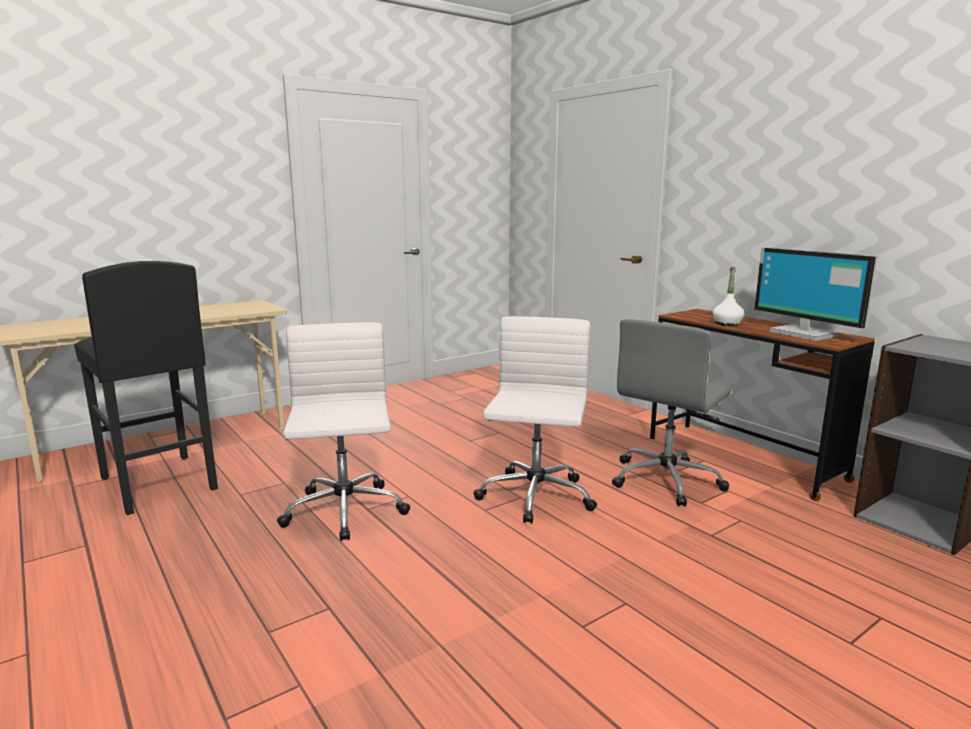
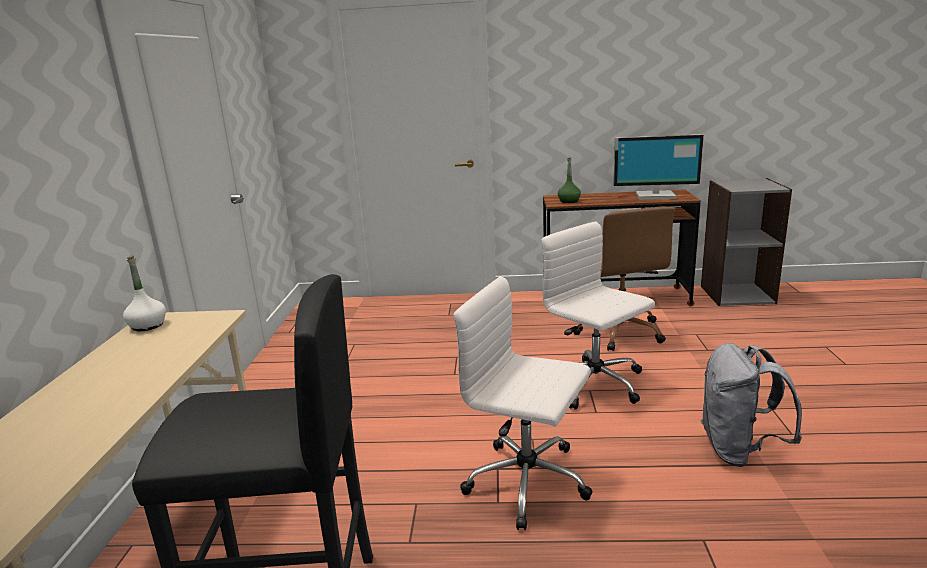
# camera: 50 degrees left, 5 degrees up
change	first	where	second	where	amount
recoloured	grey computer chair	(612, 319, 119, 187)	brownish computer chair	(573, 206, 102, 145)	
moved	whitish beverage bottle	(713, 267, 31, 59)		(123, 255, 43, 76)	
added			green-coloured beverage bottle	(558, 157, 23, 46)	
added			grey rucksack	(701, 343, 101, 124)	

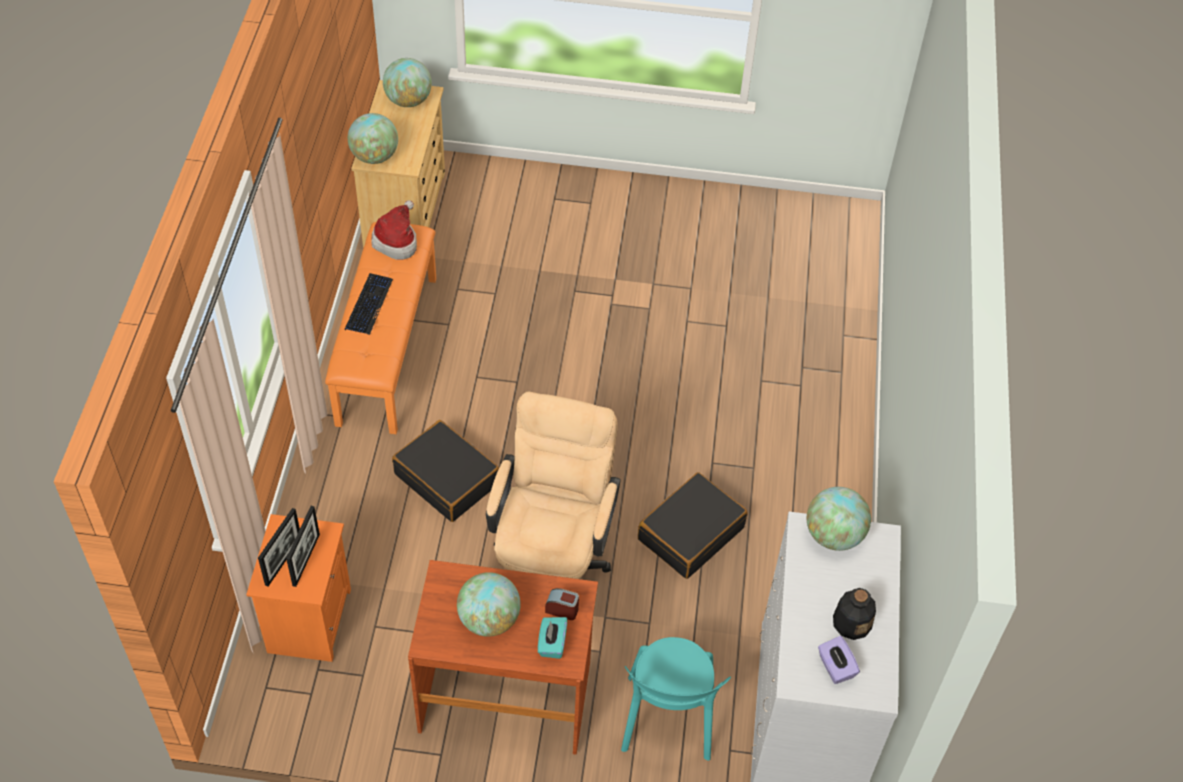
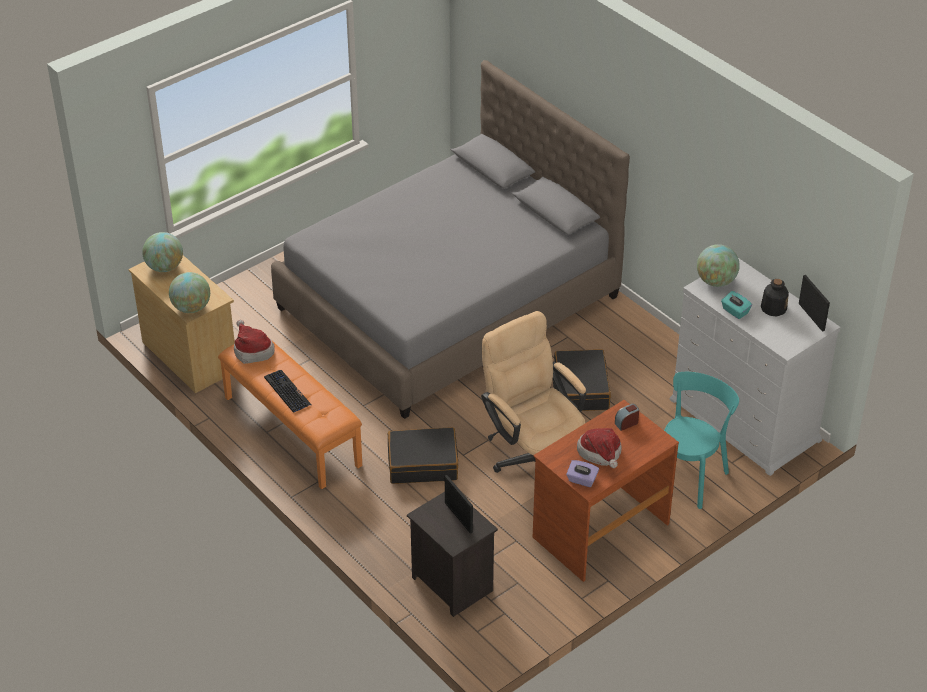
# camera: 45 degrees left, 10 degrees down
change	first	where	second	where	amount
recoloured	orangey nightstand	(246, 514, 105, 148)	blackish nightstand	(407, 492, 91, 125)	
moved	picture frame	(258, 508, 42, 78)		(799, 275, 31, 57)	
replaced	globe	(457, 572, 64, 65)	wearable hat	(577, 428, 44, 40)	
moved	turquoise tissue box	(538, 617, 29, 42)		(721, 291, 31, 28)	
turned	turquoise upright chair	(621, 637, 110, 124)		(664, 372, 75, 137)	105 degrees counterclockwise
moved	purple-coloured tissue box	(818, 636, 42, 48)		(566, 460, 33, 27)	
added			grey sleeping bed	(271, 60, 359, 359)	

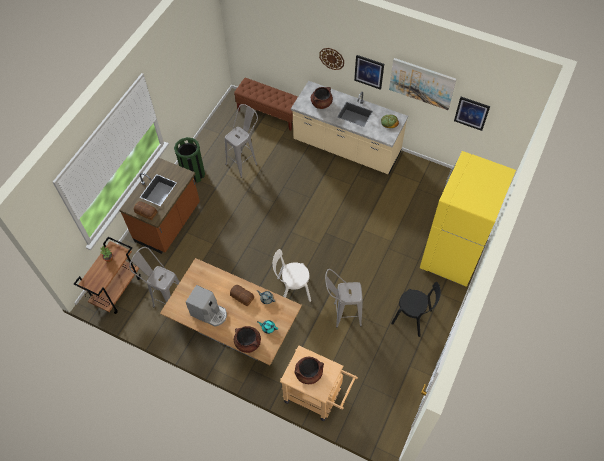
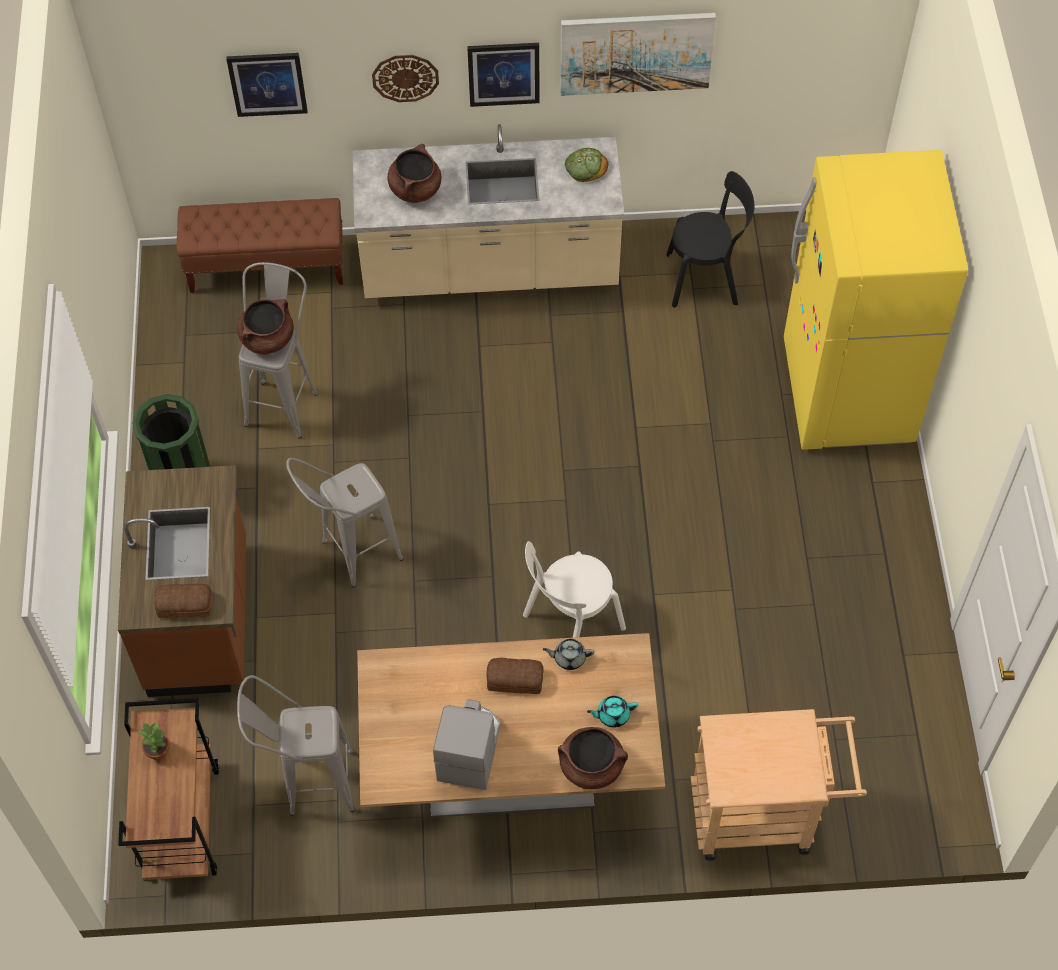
# camera: 30 degrees left, 0 degrees up
change	first	where	second	where	amount
turned	coffee maker	(186, 285, 41, 41)		(433, 699, 68, 91)	75 degrees counterclockwise
moved	brownish stockpot	(295, 357, 29, 27)		(237, 299, 57, 56)	
moved	grey stool	(325, 269, 38, 59)		(286, 458, 117, 130)	
moved	blackish upright chair	(391, 282, 50, 55)		(667, 171, 87, 137)	
moved	wall picture	(454, 97, 36, 34)		(226, 53, 82, 64)	

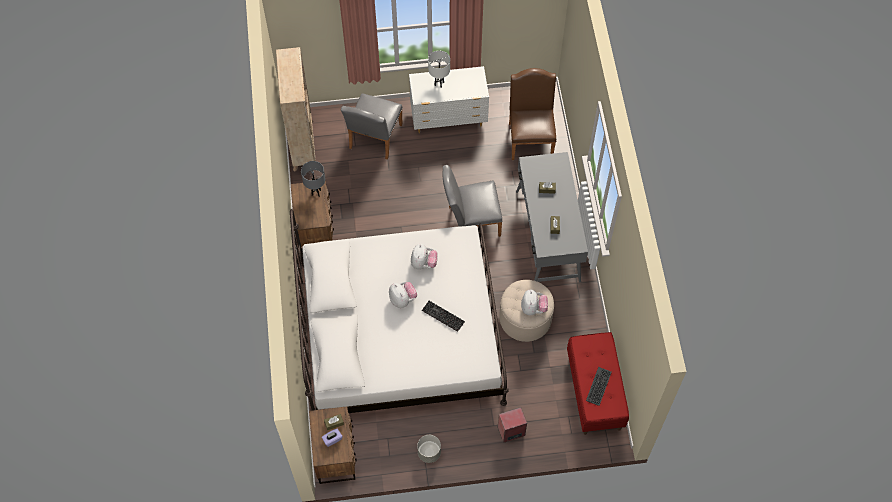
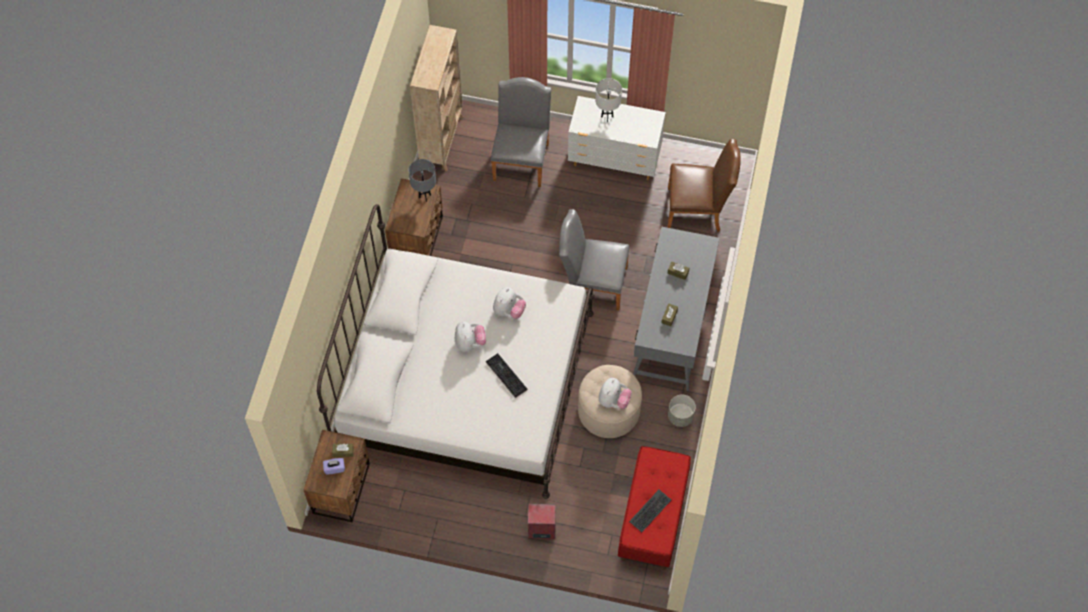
# camera: 20 degrees right, 0 degrees up
change	first	where	second	where	amount
turned	grey upright chair	(341, 93, 62, 67)		(491, 77, 60, 110)	150 degrees clockwise
moved	grey planter	(417, 435, 24, 28)		(668, 395, 28, 32)	
turned	brownish upright chair	(509, 68, 47, 92)		(667, 139, 74, 93)	75 degrees clockwise

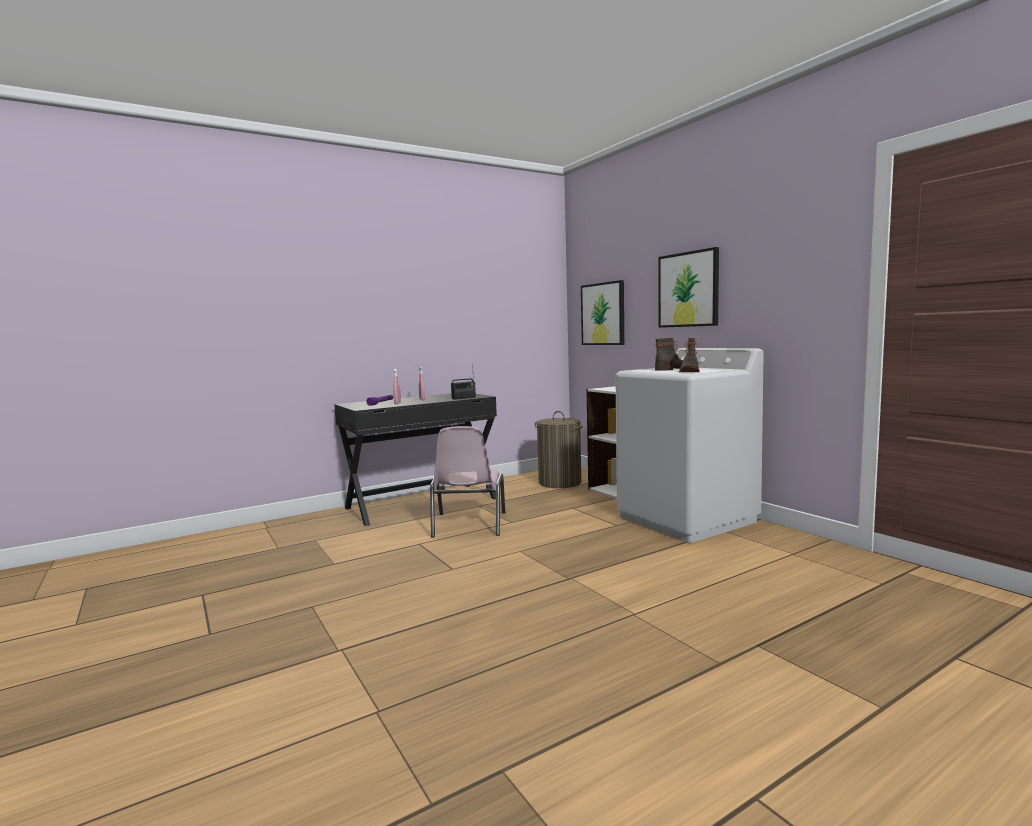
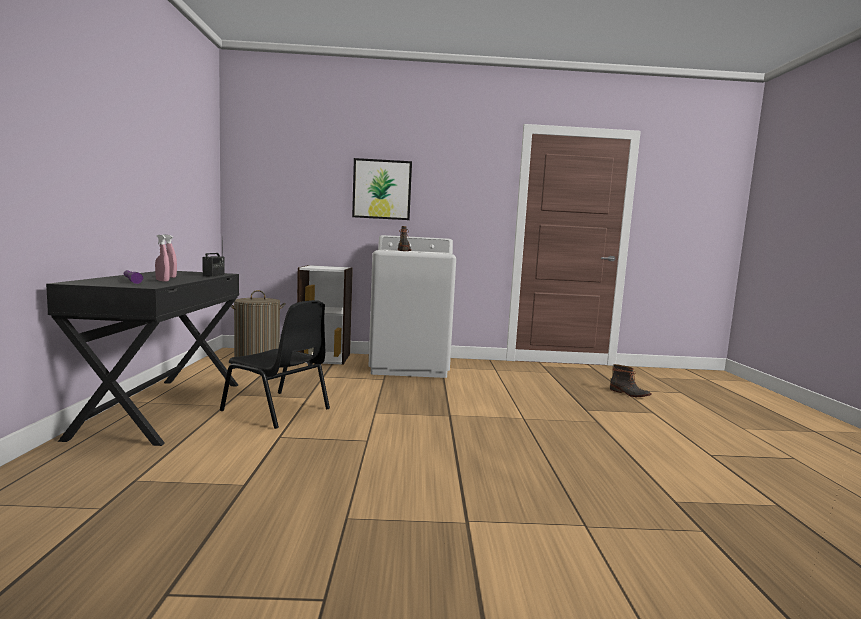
# camera: 60 degrees left, 0 degrees up
change	first	where	second	where	amount
recoloured	pink-coloured upright chair	(430, 426, 75, 111)	blackish upright chair	(220, 300, 110, 129)	
removed	wall picture	(581, 280, 43, 65)			
moved	high-top boot	(679, 338, 21, 34)		(610, 364, 41, 33)	

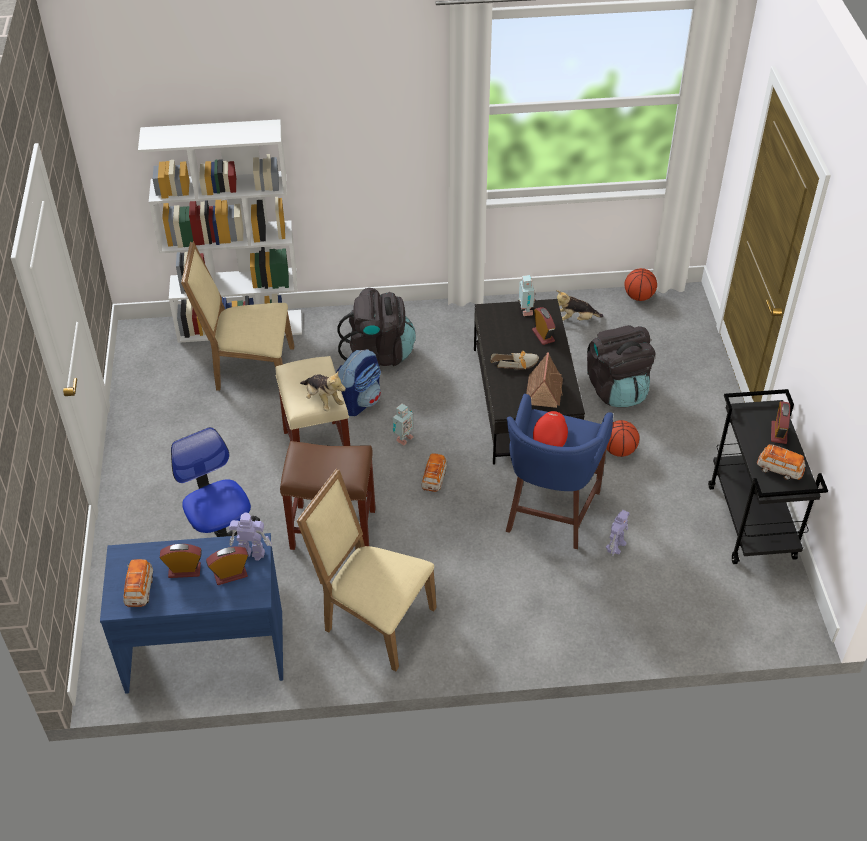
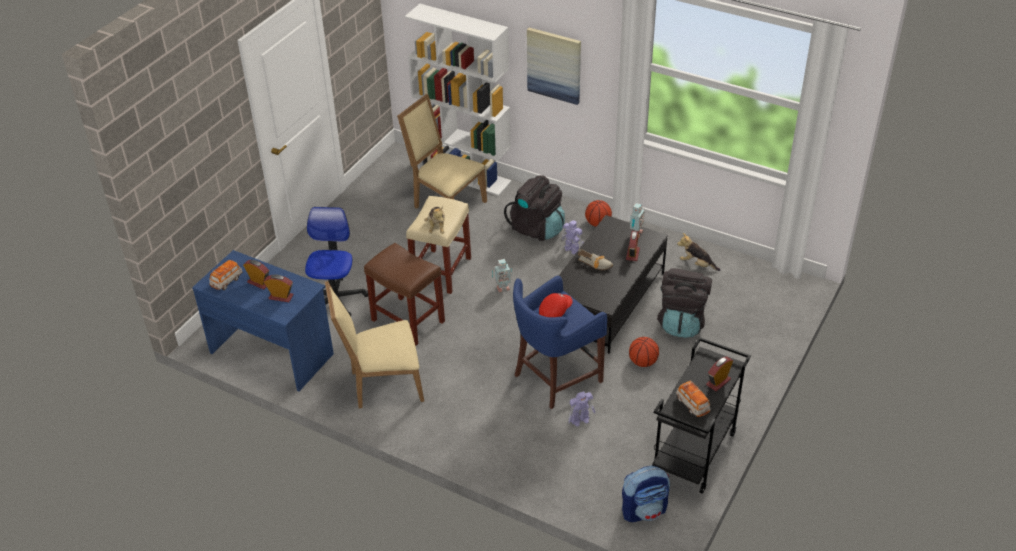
# camera: 35 degrees right, 5 degrees down
change	first	where	second	where	amount
moved	model robot	(229, 513, 43, 48)		(562, 220, 22, 35)	
turned	sand-coloured upright chair	(297, 469, 140, 202)		(325, 280, 99, 128)	75 degrees counterclockwise
moved	rucksack	(336, 349, 45, 67)		(622, 466, 48, 56)	
removed	model car	(421, 453, 26, 39)			
removed	miniature house	(526, 352, 37, 56)			
moved	basketball	(624, 268, 33, 33)		(585, 200, 27, 27)	
added			wall picture	(527, 27, 54, 78)	

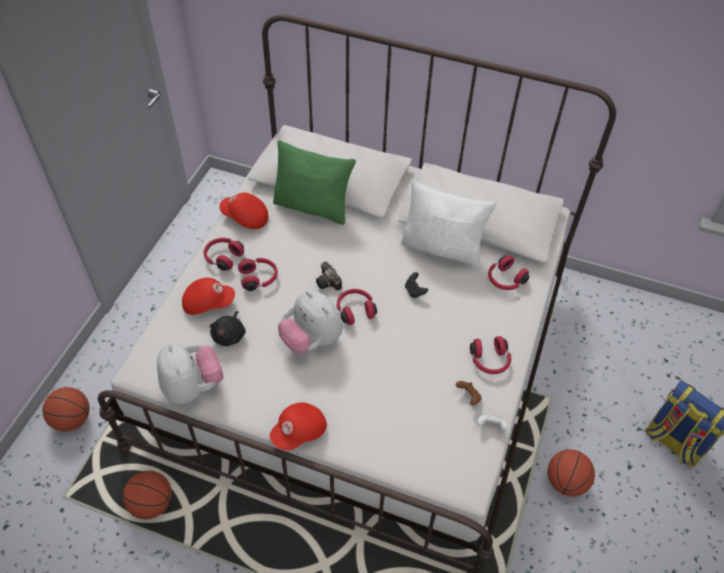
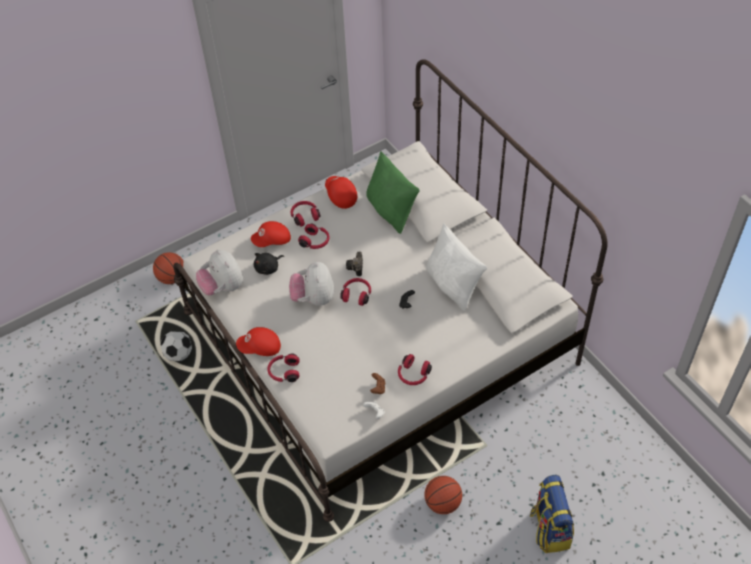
# camera: 40 degrees right, 0 degrees up
change	first	where	second	where	amount
replaced	basketball	(123, 471, 49, 48)	ball for football	(160, 331, 32, 30)	
turned	cuddly toy	(157, 343, 66, 61)		(196, 250, 47, 45)	135 degrees clockwise
turned	red-coloured baseball cap	(182, 278, 53, 37)		(251, 221, 40, 26)	120 degrees clockwise
moved	red-coloured headset	(488, 256, 42, 34)		(267, 354, 32, 28)	

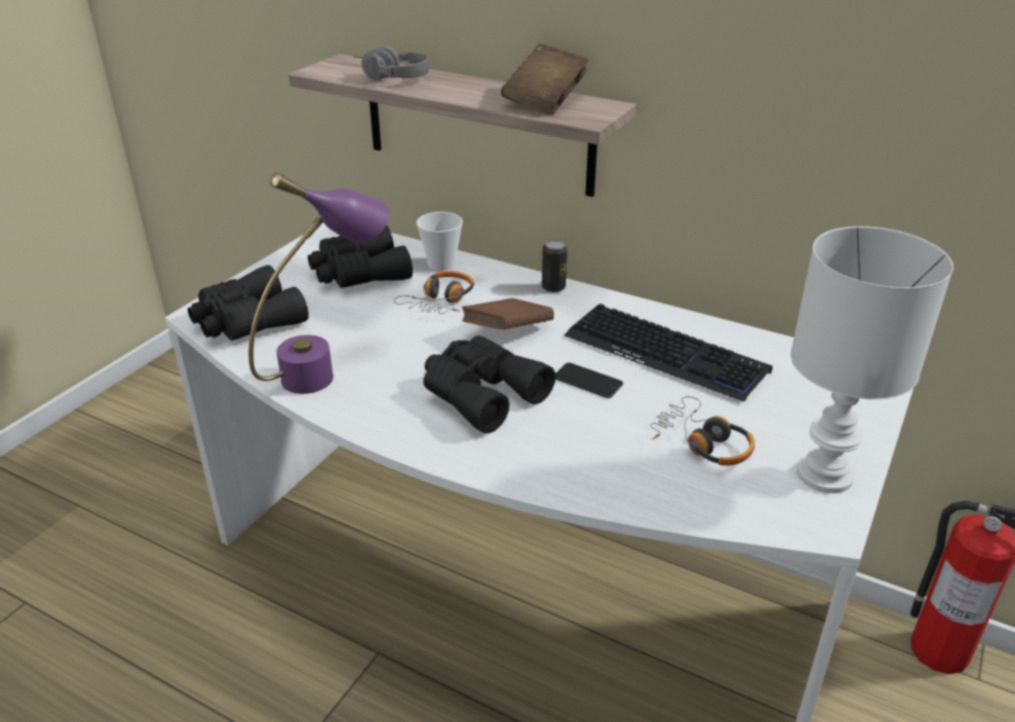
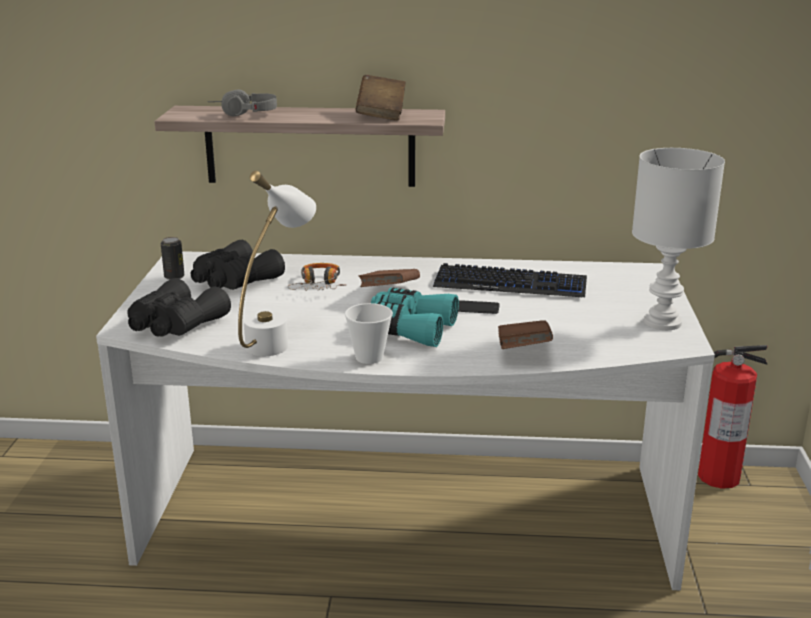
# camera: 25 degrees left, 10 degrees down
change	first	where	second	where	amount
recoloured	purple-coloured tabletop lamp	(249, 172, 141, 222)	whitish tabletop lamp	(238, 171, 78, 185)	
moved	cup	(416, 212, 47, 59)		(345, 303, 48, 61)	
recoloured	blackish pair of binoculars	(423, 336, 133, 98)	turquoise pair of binoculars	(371, 288, 88, 59)	
moved	metal can	(542, 240, 25, 52)		(161, 237, 23, 43)	
removed	headset	(650, 396, 105, 70)			
added			brownish bound book	(498, 320, 55, 29)	

